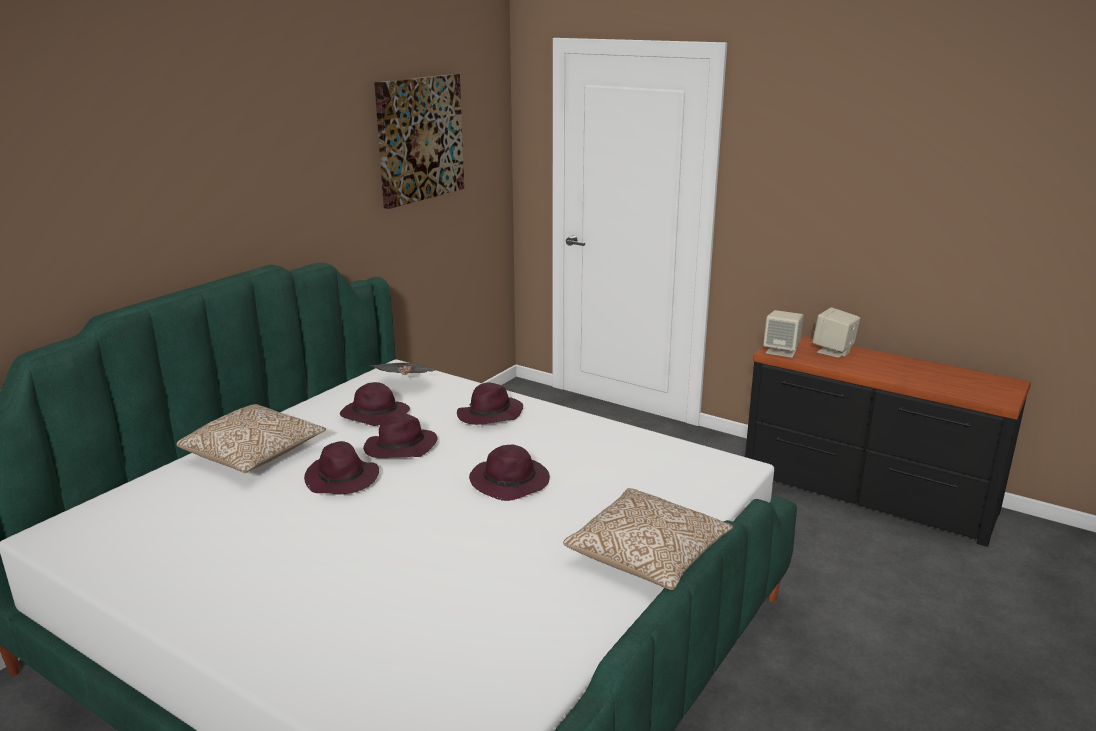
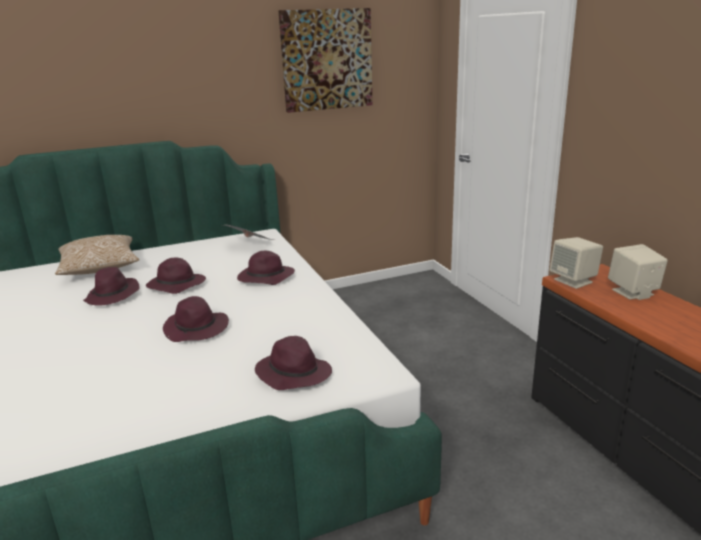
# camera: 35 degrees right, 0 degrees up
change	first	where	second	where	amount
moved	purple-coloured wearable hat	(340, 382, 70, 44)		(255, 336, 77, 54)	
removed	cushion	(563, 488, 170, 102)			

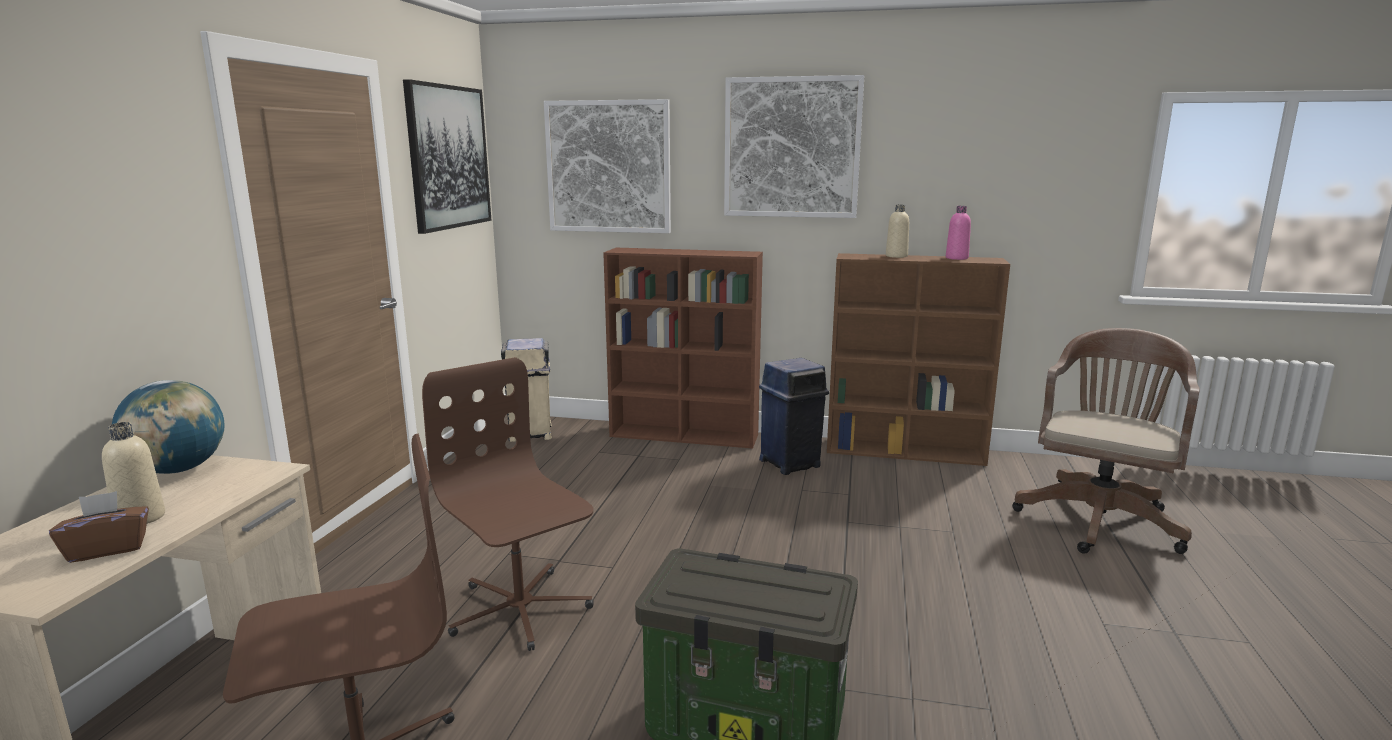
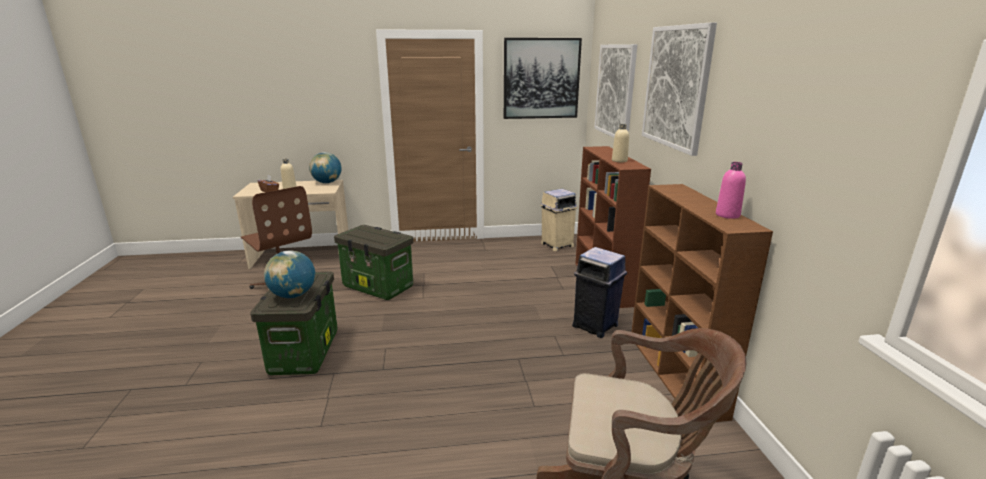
# camera: 70 degrees right, 5 degrees up
change	first	where	second	where	amount
replaced	brownish computer chair	(422, 357, 172, 294)	storage box	(334, 225, 79, 75)	
moved	sand-coloured beverage bottle	(886, 205, 23, 53)		(612, 124, 17, 38)	
added			globe	(264, 250, 51, 48)	

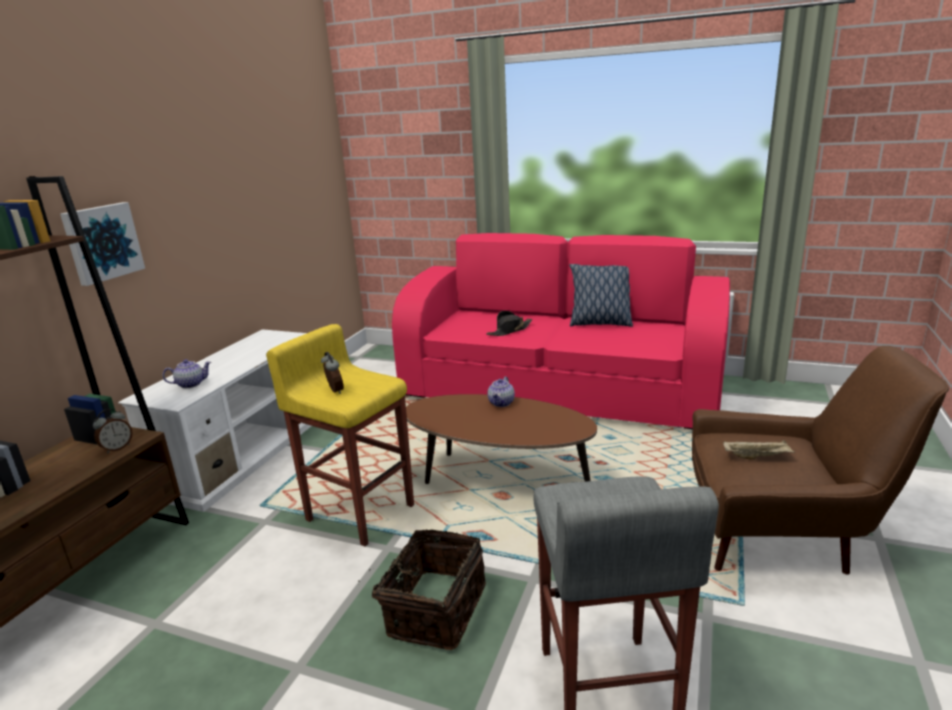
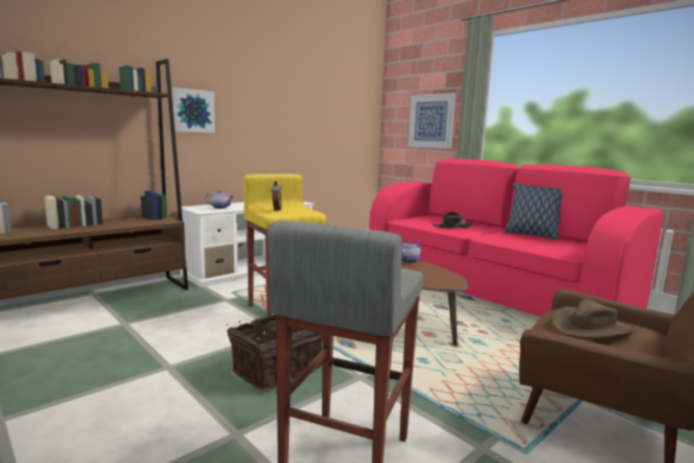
# camera: 25 degrees right, 10 degrees down
change	first	where	second	where	amount
removed	alarm clock	(93, 409, 40, 45)			
replaced	sand-coloured carrying tray	(723, 440, 72, 20)	brownish wearable hat	(551, 299, 85, 40)	
added			wall picture	(408, 93, 48, 55)	

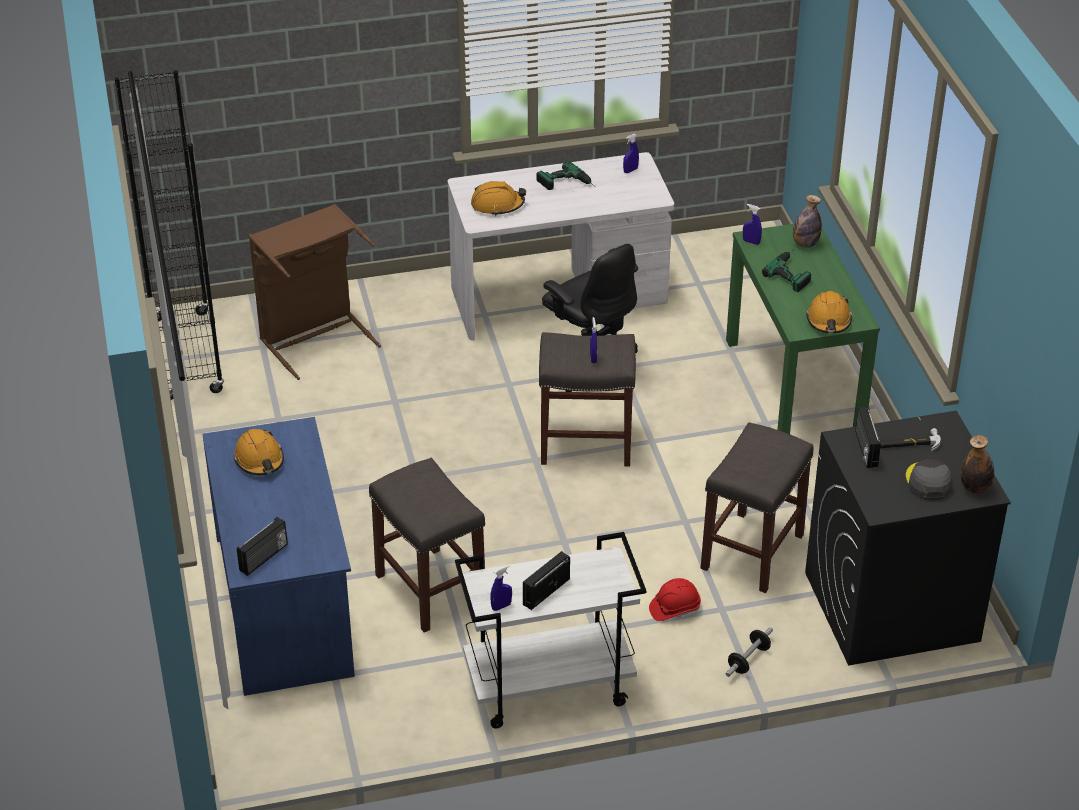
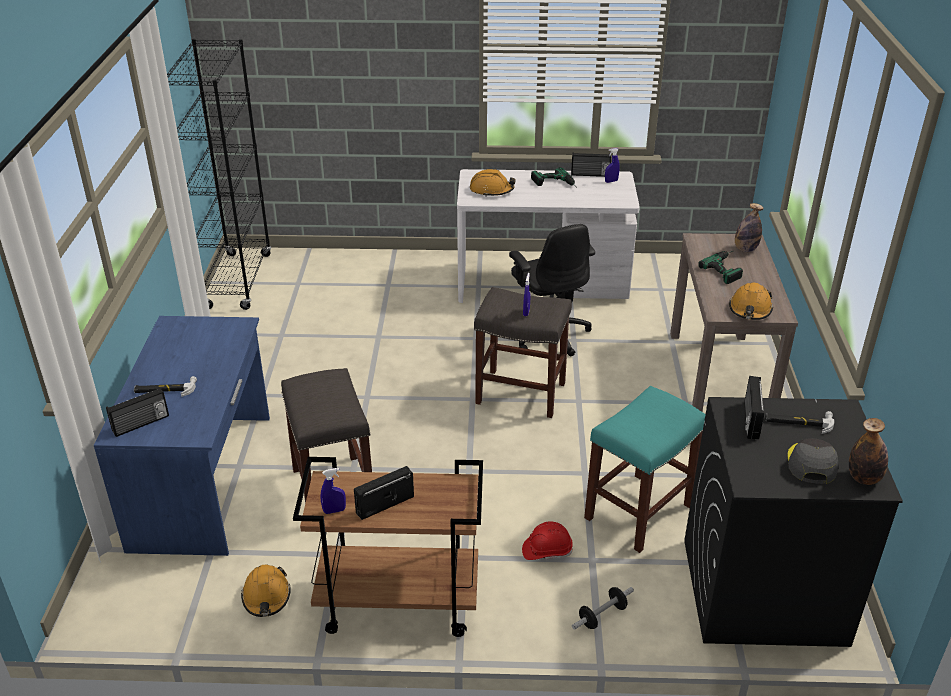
# camera: 15 degrees right, 5 degrees down
change	first	where	second	where	amount
moved	orangey hard hat	(234, 429, 50, 46)		(241, 564, 50, 53)	
removed	brownish hamper	(249, 204, 132, 176)			
recoloured	whitish cart	(455, 532, 191, 196)	brownish cart	(293, 457, 190, 180)	
recoloured	grey stool	(700, 422, 114, 171)	turquoise stool	(584, 386, 121, 167)	
recoloured	green-coloured hall table	(726, 224, 154, 210)	brownish hall table	(670, 233, 128, 179)	
removed	bluish spray bottle	(743, 204, 19, 41)			
added			hand hammer	(134, 376, 63, 21)	
added			radio receiver	(571, 152, 41, 25)	

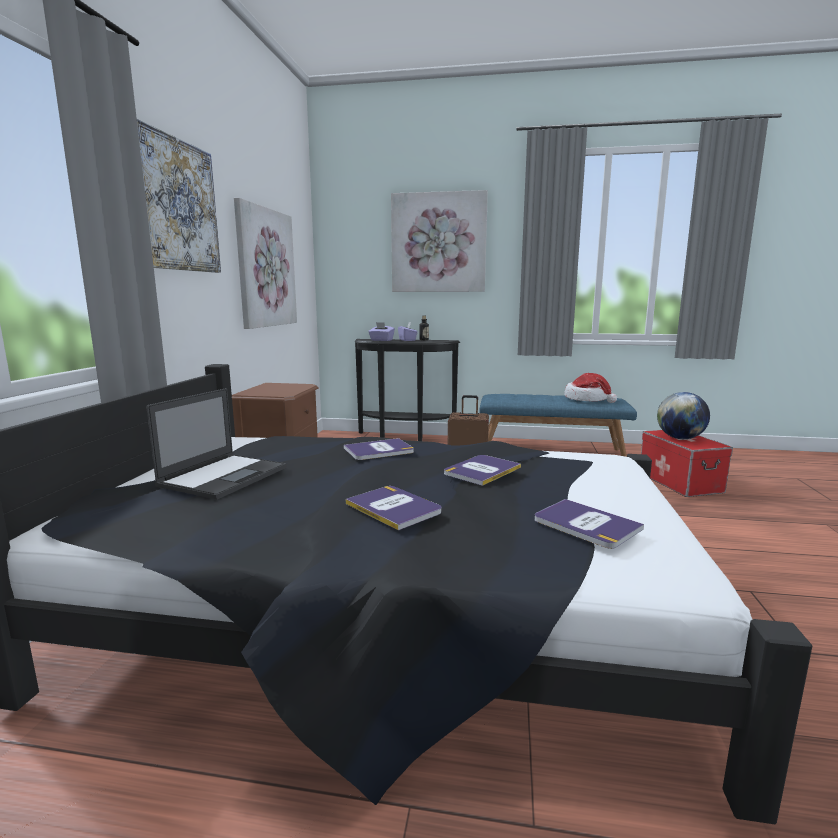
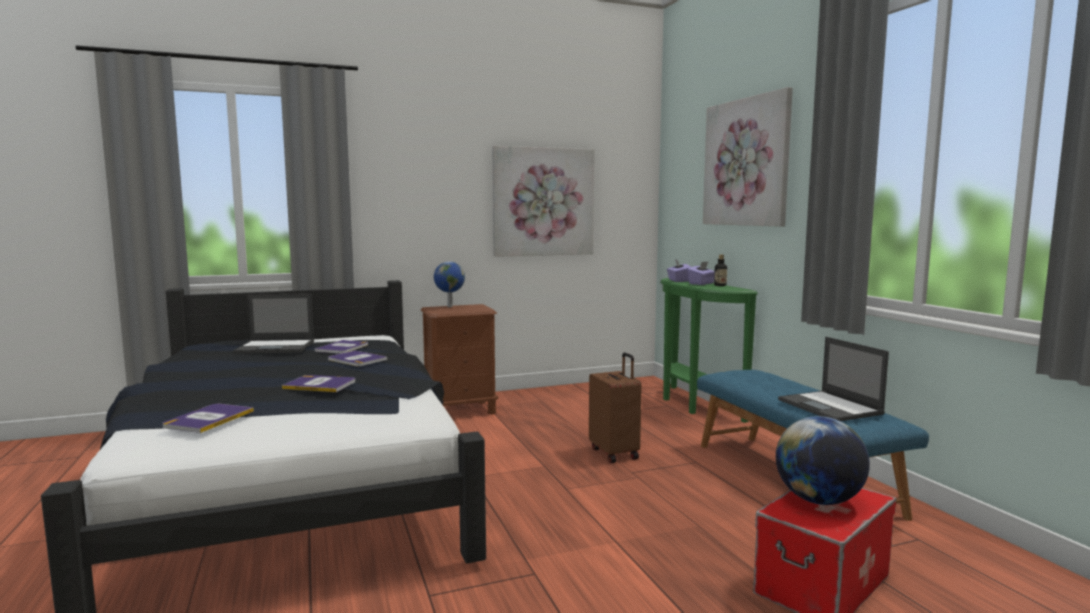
# camera: 60 degrees right, 5 degrees down
change	first	where	second	where	amount
removed	wall picture	(137, 119, 84, 154)			
moved	bound book	(346, 486, 95, 44)		(315, 340, 53, 14)	
recoloured	blackish hall table	(355, 339, 105, 102)	green-coloured hall table	(660, 278, 98, 145)	
replaced	wearable hat	(564, 373, 53, 30)	notebook computer	(778, 337, 111, 84)	
added			globe	(434, 262, 31, 45)	

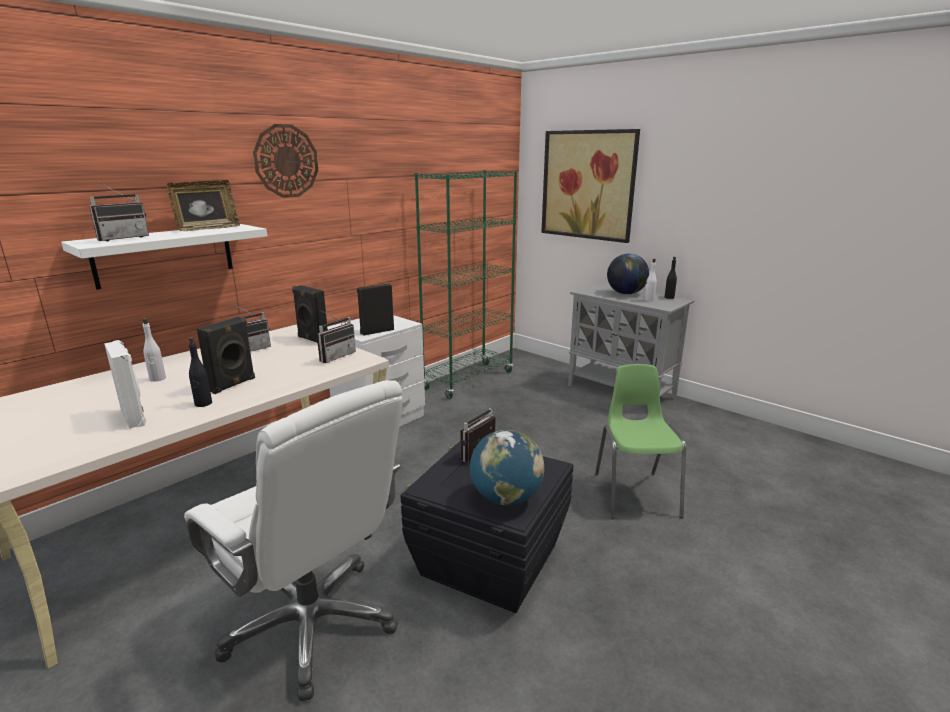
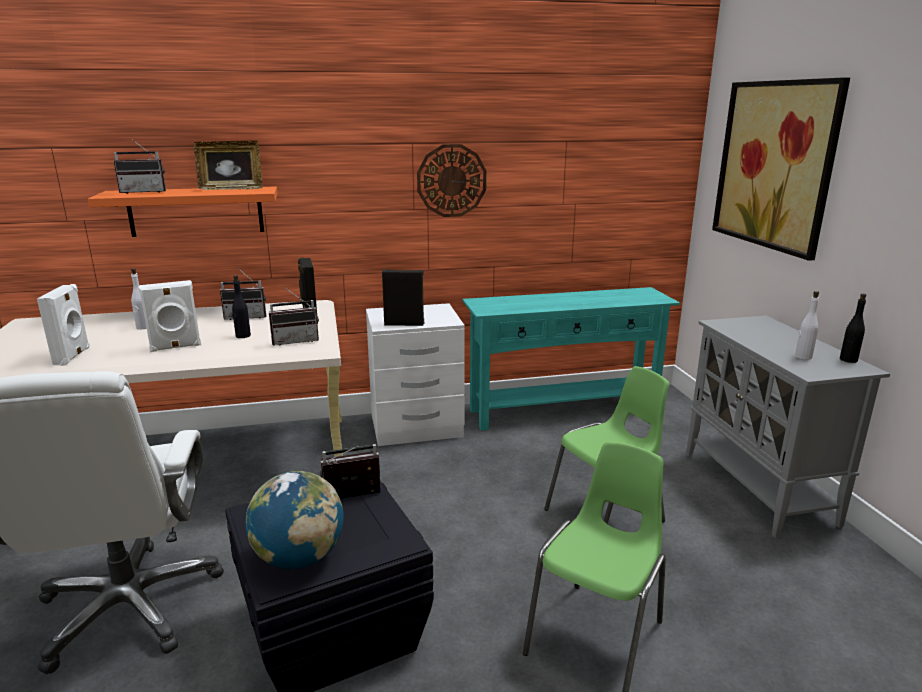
# camera: 35 degrees right, 0 degrees up
change	first	where	second	where	amount
recoloured	whitish wall shelf	(61, 224, 206, 66)	orangey wall shelf	(88, 186, 190, 51)	
moved	blackish beverage bottle	(188, 337, 24, 70)		(232, 275, 19, 63)	
recoloured	blackish audio speaker	(197, 317, 58, 77)	whitish audio speaker	(138, 280, 63, 72)	
moved	hanging clock	(253, 124, 65, 74)		(417, 144, 70, 73)	
replaced	green-coloured bookcase	(415, 170, 102, 229)	turquoise hall table	(462, 287, 218, 144)	
removed	globe	(607, 254, 42, 40)			
added			green-coloured upright chair	(544, 366, 125, 158)	

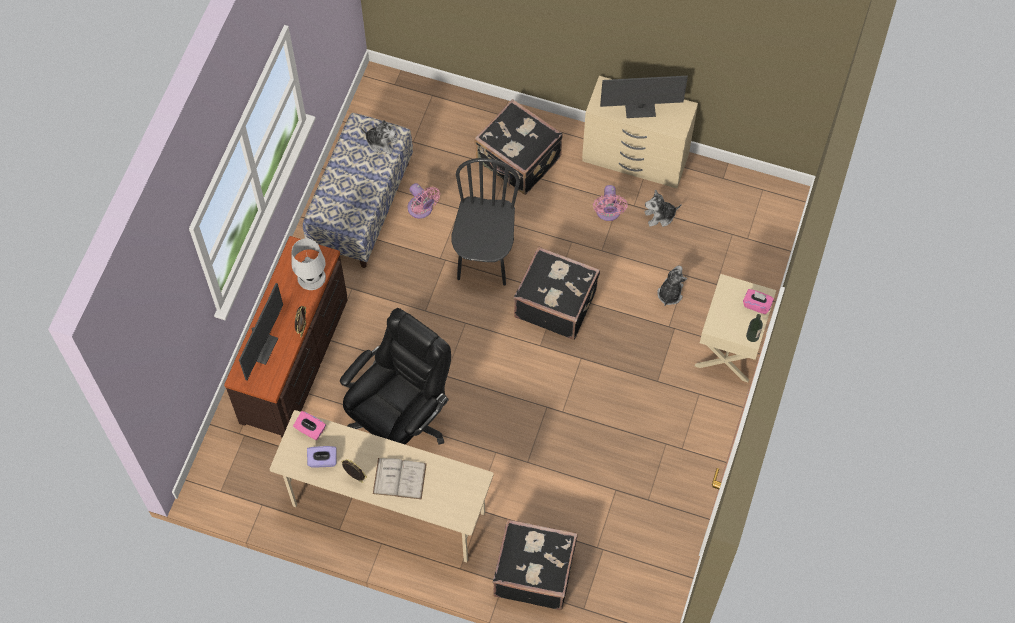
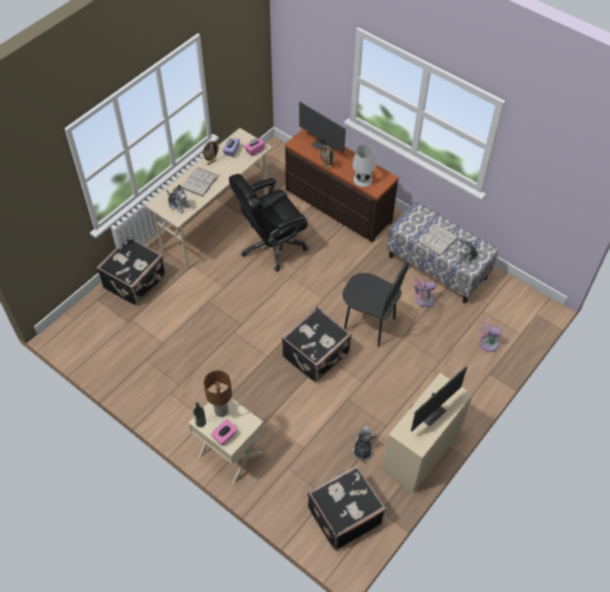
# camera: 110 degrees right, 10 degrees down
change	first	where	second	where	amount
turned	blackish computer chair	(340, 308, 111, 137)		(229, 174, 79, 98)	90 degrees clockwise
moved	blackish travel case	(474, 99, 89, 96)		(308, 465, 78, 85)	
moved	pink-coloured cooling fan	(593, 185, 35, 36)		(478, 316, 24, 36)	
turned	computer display	(600, 76, 88, 42)		(411, 366, 56, 65)	150 degrees counterclockwise
moved	cuddly toy	(657, 266, 30, 40)		(166, 185, 25, 29)	
added			brownish tabletop lamp	(204, 370, 28, 47)	
added			whitish bound book	(420, 225, 39, 32)	

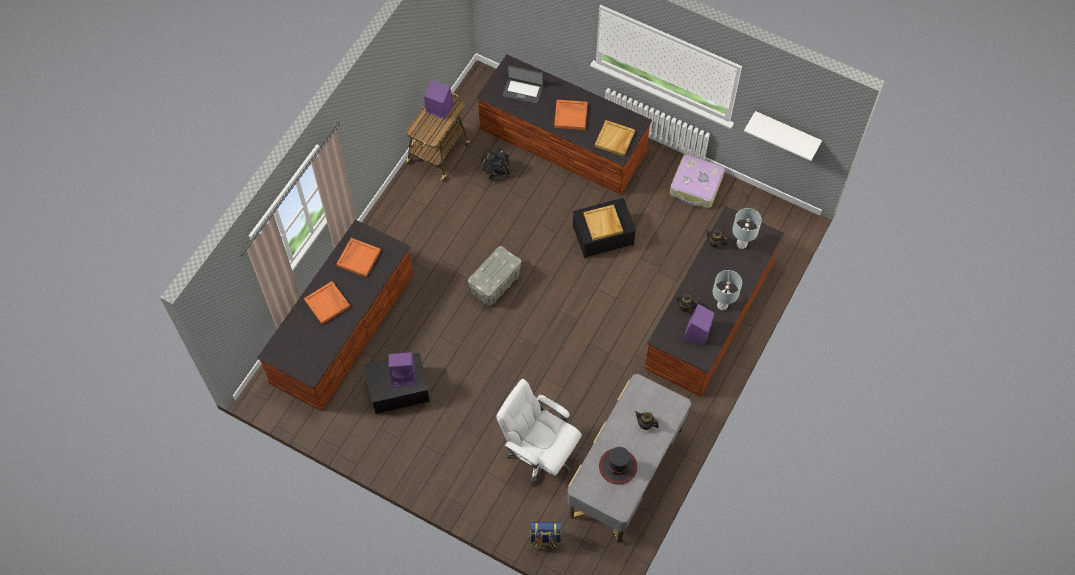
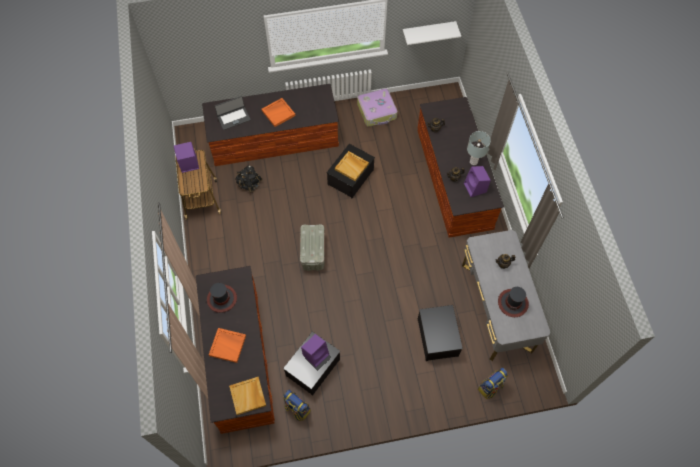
# camera: 40 degrees left, 0 degrees up
change	first	where	second	where	amount
replaced	orangey carrying tray	(336, 238, 45, 39)	wearable hat	(207, 283, 30, 30)	
replaced	whitish computer chair	(496, 379, 86, 107)	storage box	(418, 305, 45, 56)	
moved	sand-coloured carrying tray	(595, 120, 40, 36)		(229, 377, 37, 38)	
removed	grey tabletop lamp	(732, 208, 30, 41)			
added			rucksack	(283, 390, 28, 31)	

